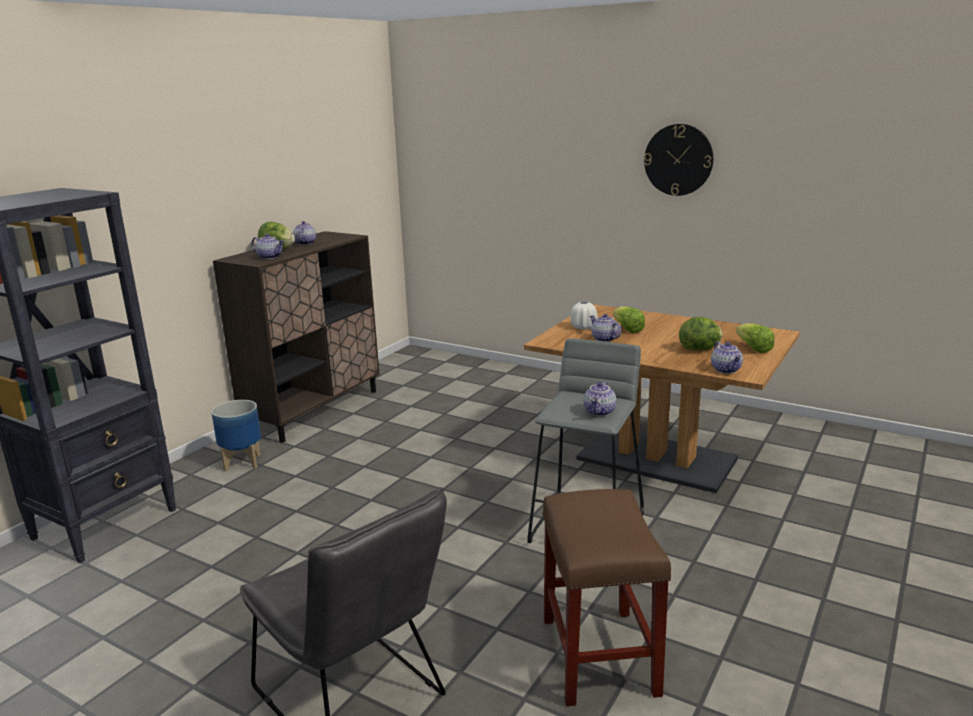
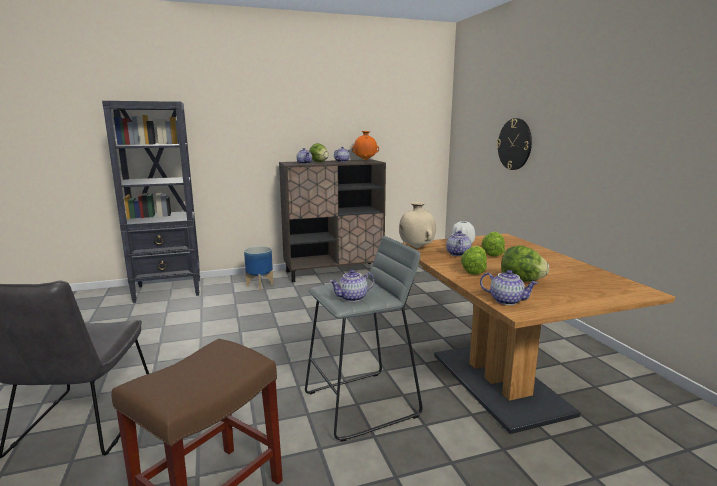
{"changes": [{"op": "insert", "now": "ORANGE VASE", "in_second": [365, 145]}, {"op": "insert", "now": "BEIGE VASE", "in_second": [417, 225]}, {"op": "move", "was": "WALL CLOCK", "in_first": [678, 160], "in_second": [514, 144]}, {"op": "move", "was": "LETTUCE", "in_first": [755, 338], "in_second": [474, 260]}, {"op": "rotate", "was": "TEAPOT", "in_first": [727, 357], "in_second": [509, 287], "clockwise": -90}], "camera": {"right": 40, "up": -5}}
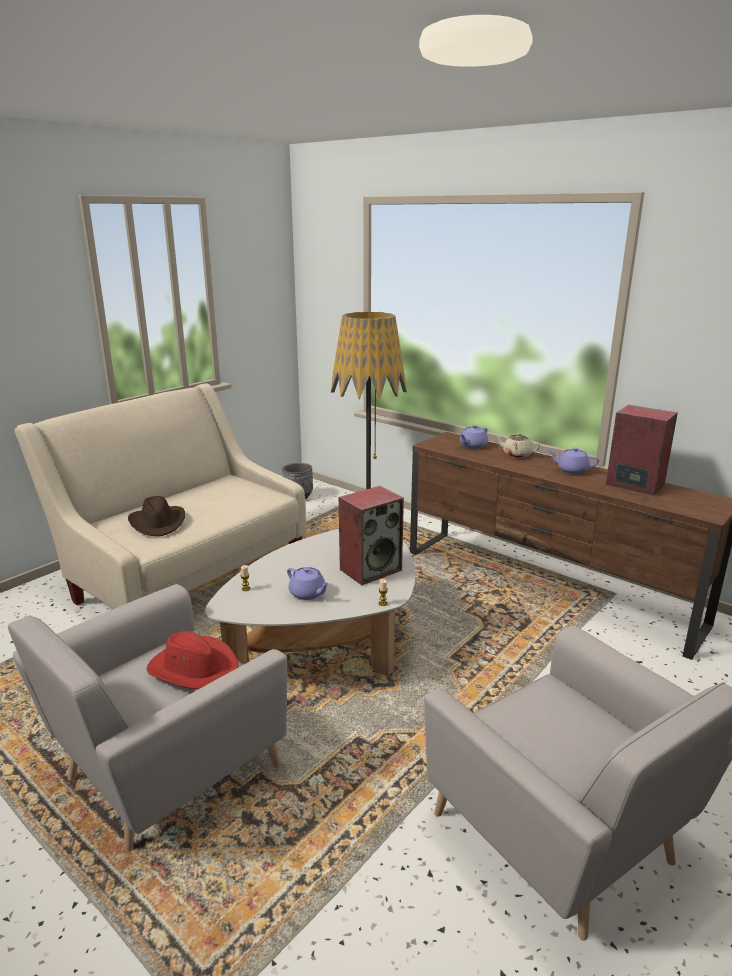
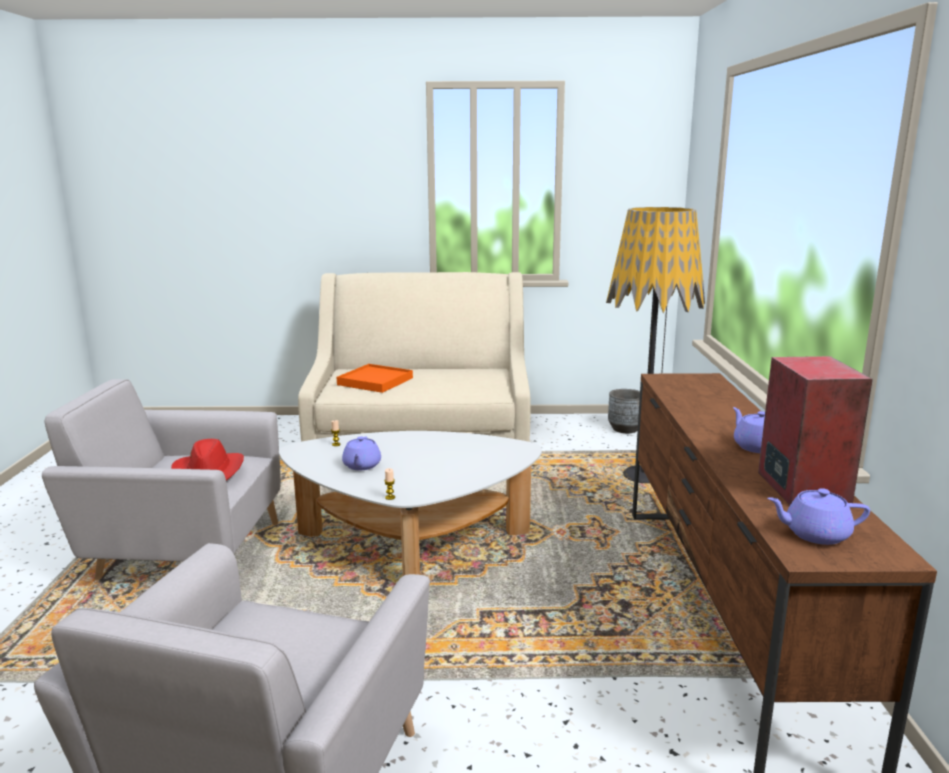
{"changes": [{"op": "delete", "was": "SPEAKER", "in_first": [371, 535]}, {"op": "delete", "was": "BEIGE TEAPOT", "in_first": [517, 445]}, {"op": "move", "was": "PURPLE TEAPOT", "in_first": [474, 437], "in_second": [818, 516]}, {"op": "replace", "was": "BROWN HAT", "now": "ORANGE TRAY", "in_first": [156, 516], "in_second": [375, 378]}], "camera": {"right": 50, "up": -5}}
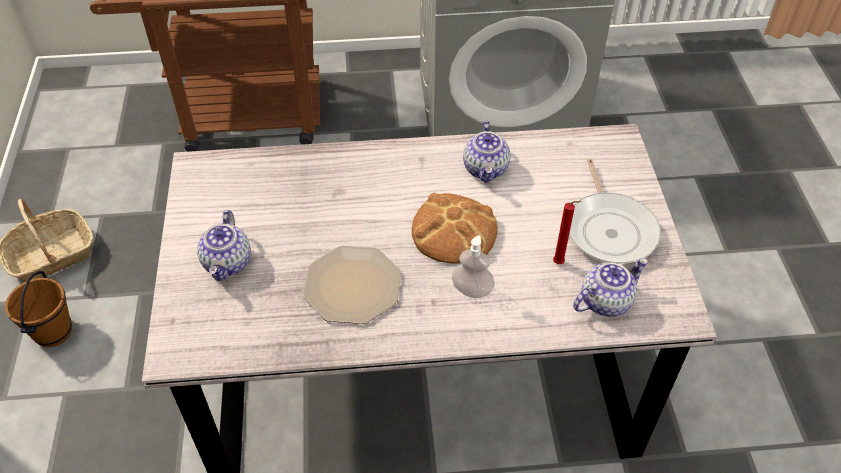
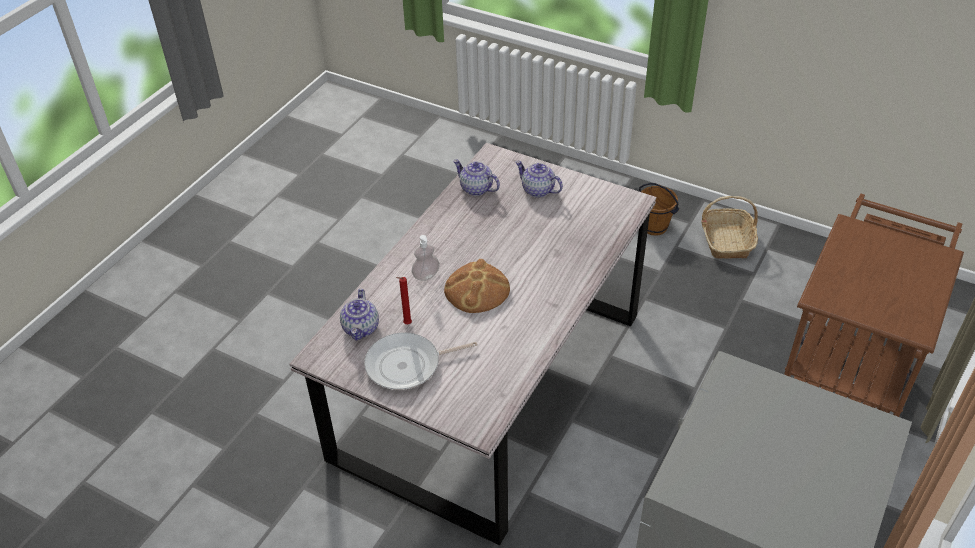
{"changes": [{"op": "delete", "was": "PLATE", "in_first": [351, 285]}, {"op": "move", "was": "TEAPOT", "in_first": [487, 151], "in_second": [476, 177]}, {"op": "rotate", "was": "FRYING PAN", "in_first": [615, 211], "in_second": [421, 361], "clockwise": -45}], "camera": {"right": 125, "up": -5}}
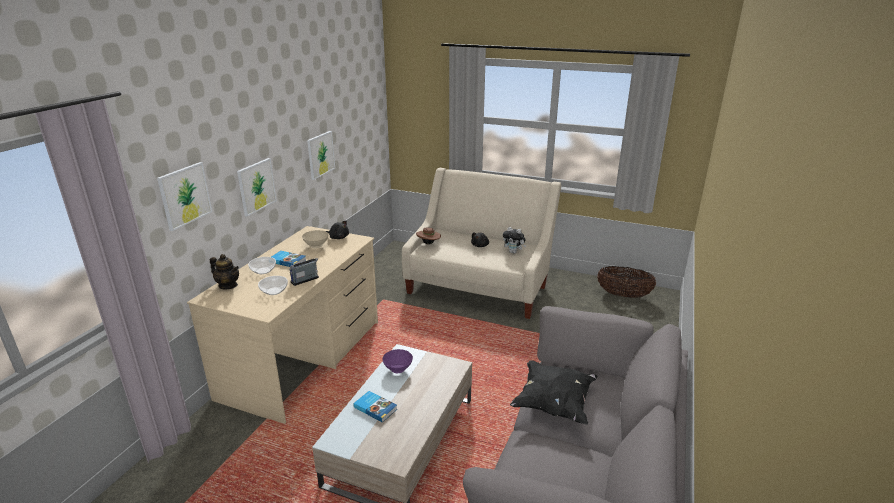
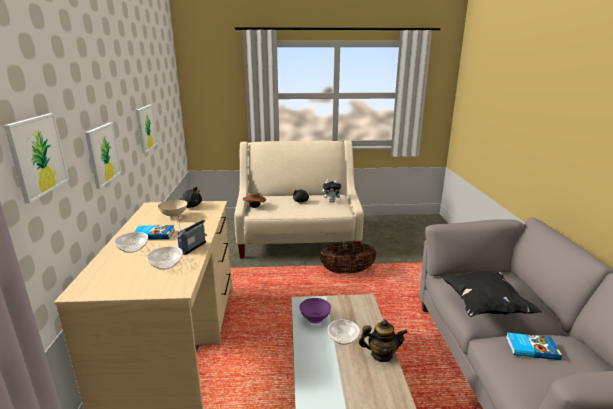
{"changes": [{"op": "insert", "now": "BOWL", "in_second": [344, 332]}, {"op": "move", "was": "TEAPOT", "in_first": [224, 272], "in_second": [383, 340]}, {"op": "move", "was": "BOOK", "in_first": [375, 407], "in_second": [534, 346]}, {"op": "move", "was": "BASKET", "in_first": [626, 282], "in_second": [348, 258]}], "camera": {"right": -25, "up": -5}}
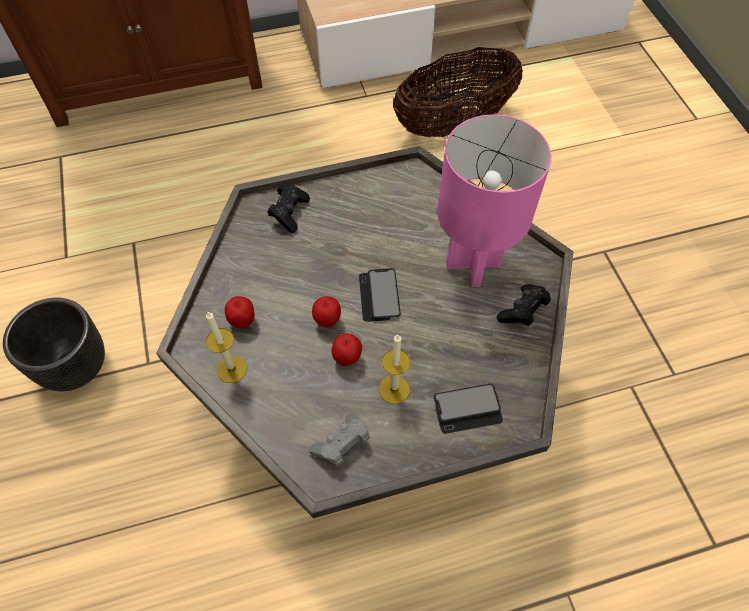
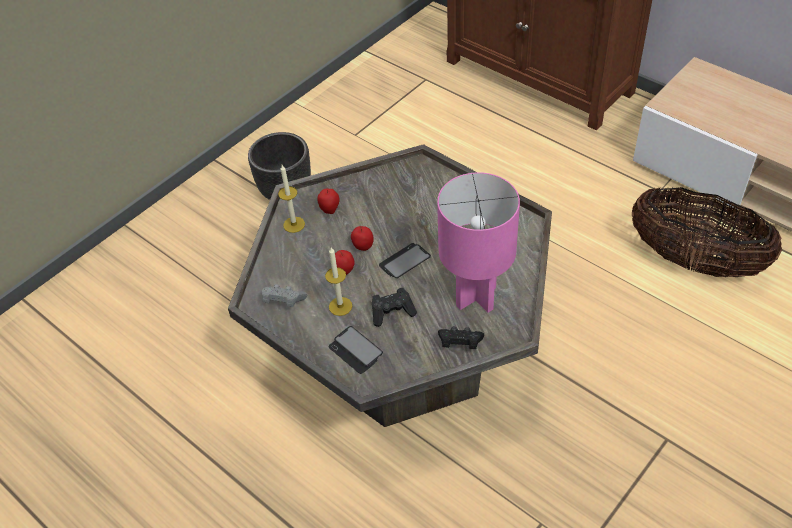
{"changes": [{"op": "move", "was": "BLACK GAME CONTROLLER", "in_first": [288, 208], "in_second": [394, 307]}], "camera": {"right": 60, "up": -10}}
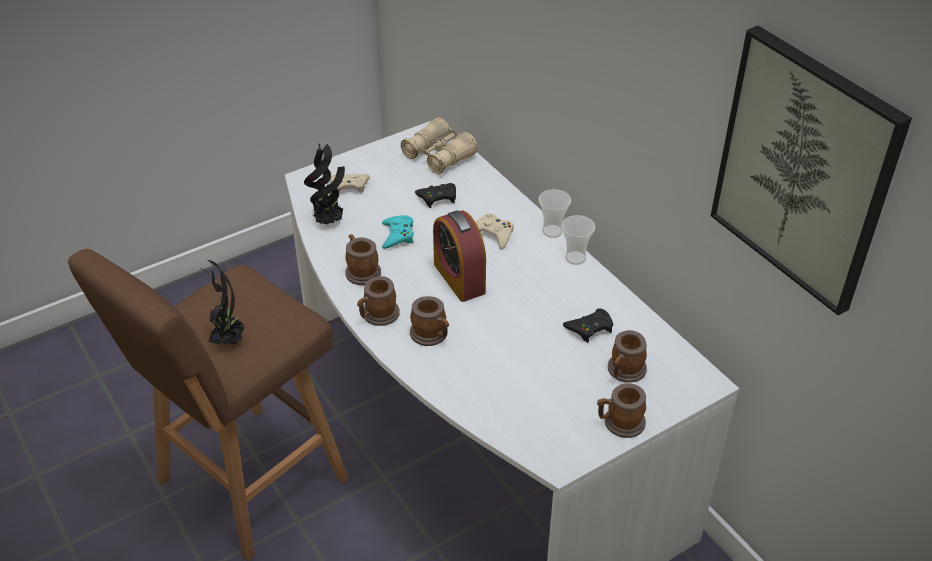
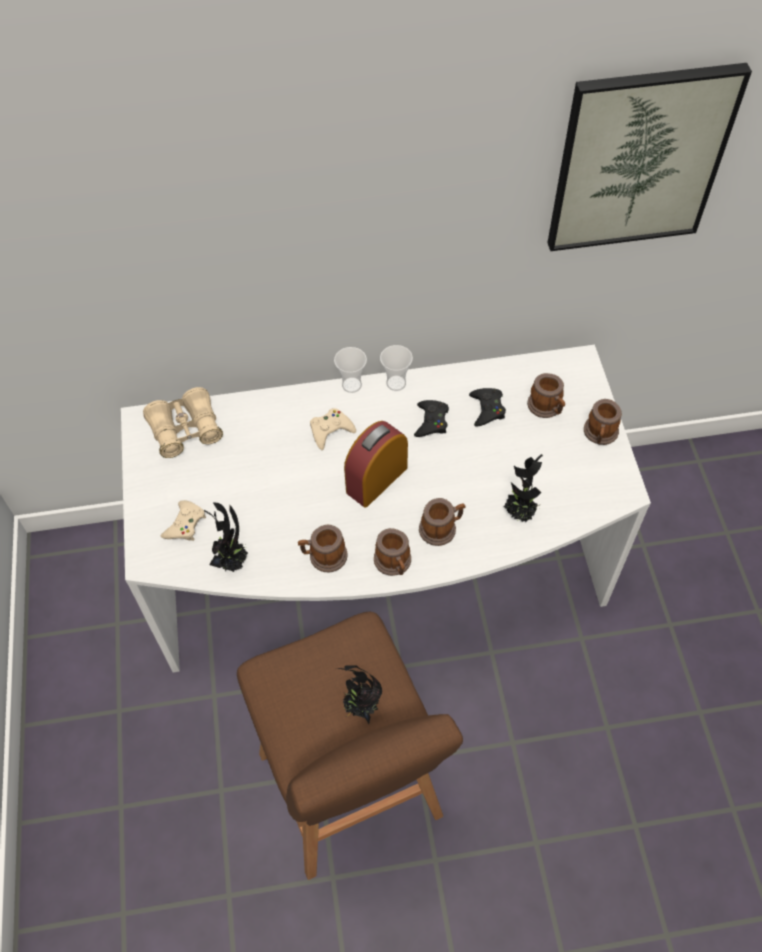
{"changes": [{"op": "delete", "was": "TURQUOISE GAME CONTROLLER", "in_first": [398, 232]}, {"op": "insert", "now": "POTTED PLANT", "in_second": [523, 488]}, {"op": "move", "was": "BLACK GAME CONTROLLER", "in_first": [435, 195], "in_second": [431, 418]}, {"op": "rotate", "was": "ALARM CLOCK", "in_first": [459, 256], "in_second": [376, 464], "clockwise": 135}], "camera": {"right": -65, "up": 15}}
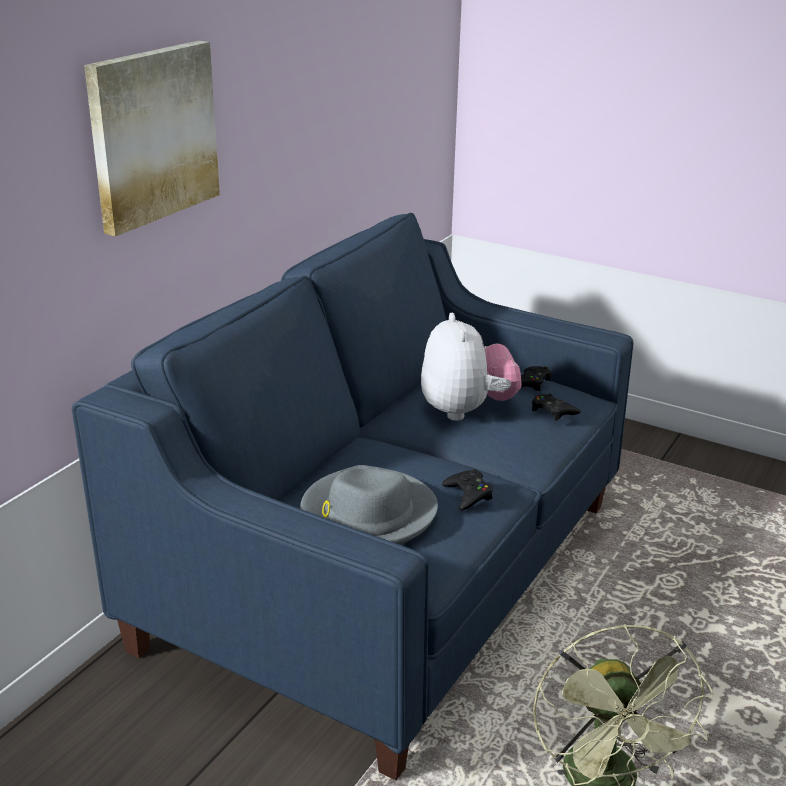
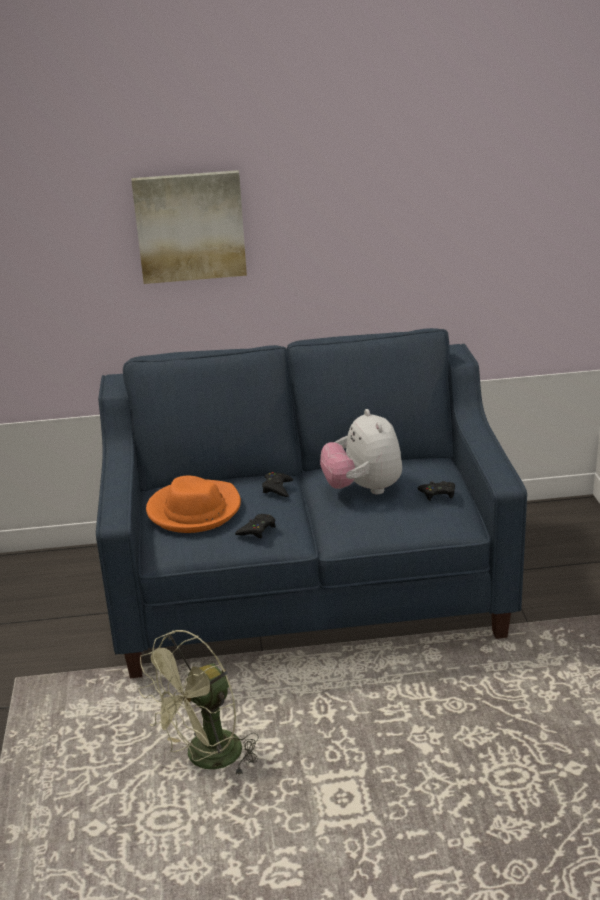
{"changes": [{"op": "move", "was": "BLACK GAME CONTROLLER", "in_first": [556, 407], "in_second": [277, 484]}, {"op": "recolor", "was": "GREY HAT", "now": "ORANGE HAT", "in_first": [369, 505], "in_second": [193, 504]}, {"op": "rotate", "was": "PLUSH TOY", "in_first": [471, 367], "in_second": [361, 451], "clockwise": 120}], "camera": {"right": 55, "up": 0}}
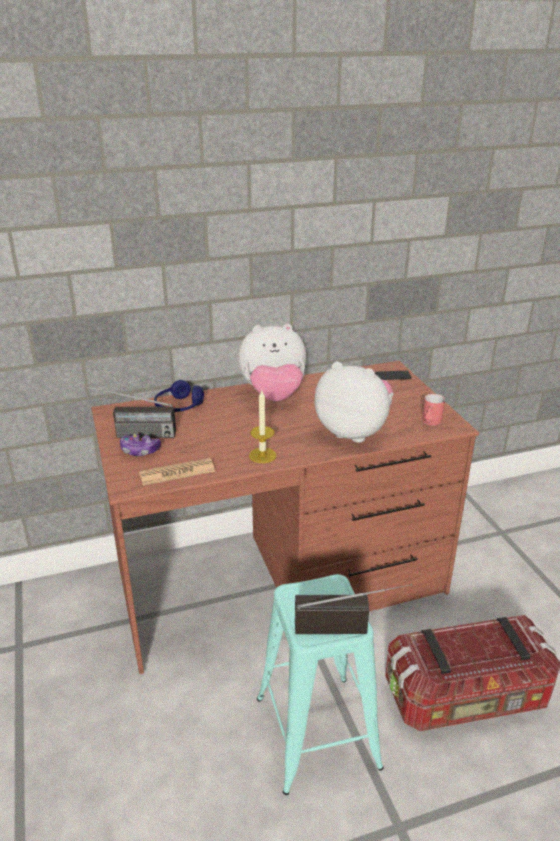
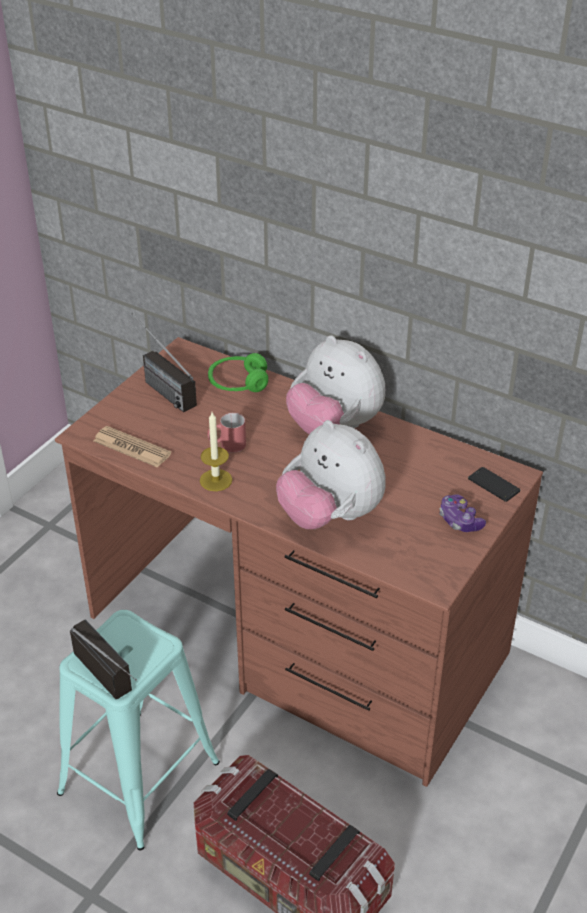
{"changes": [{"op": "move", "was": "GAME CONTROLLER", "in_first": [140, 445], "in_second": [462, 513]}, {"op": "move", "was": "RED MUG", "in_first": [433, 410], "in_second": [226, 433]}, {"op": "recolor", "was": "BLUE HEADPHONES", "now": "GREEN HEADPHONES", "in_first": [179, 396], "in_second": [238, 372]}, {"op": "rotate", "was": "PLUSH TOY", "in_first": [354, 402], "in_second": [331, 474], "clockwise": 150}], "camera": {"right": 50, "up": 10}}
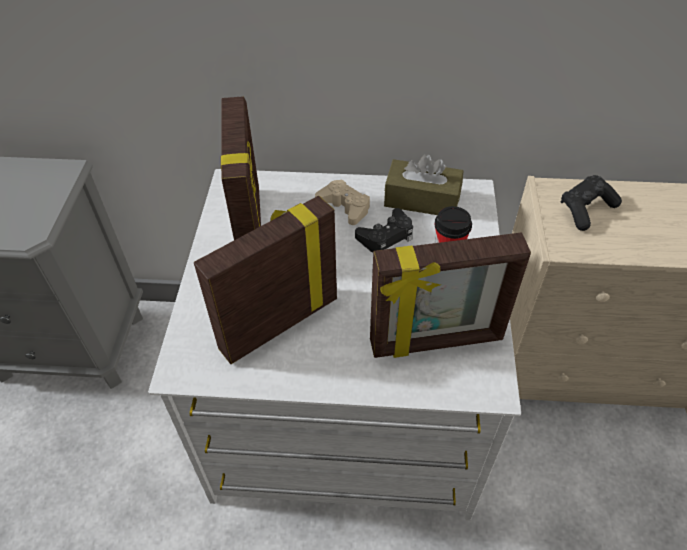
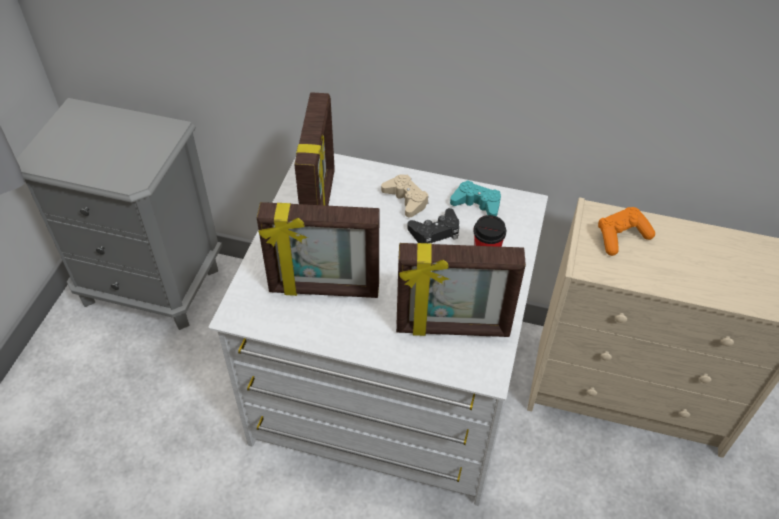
{"changes": [{"op": "replace", "was": "BROWN TISSUE BOX", "now": "TURQUOISE GAME CONTROLLER", "in_first": [423, 184], "in_second": [475, 198]}, {"op": "recolor", "was": "BLACK GAME CONTROLLER", "now": "ORANGE GAME CONTROLLER", "in_first": [591, 203], "in_second": [626, 231]}, {"op": "rotate", "was": "PICTURE FRAME", "in_first": [265, 280], "in_second": [318, 250], "clockwise": -150}], "camera": {"right": 10, "up": 0}}
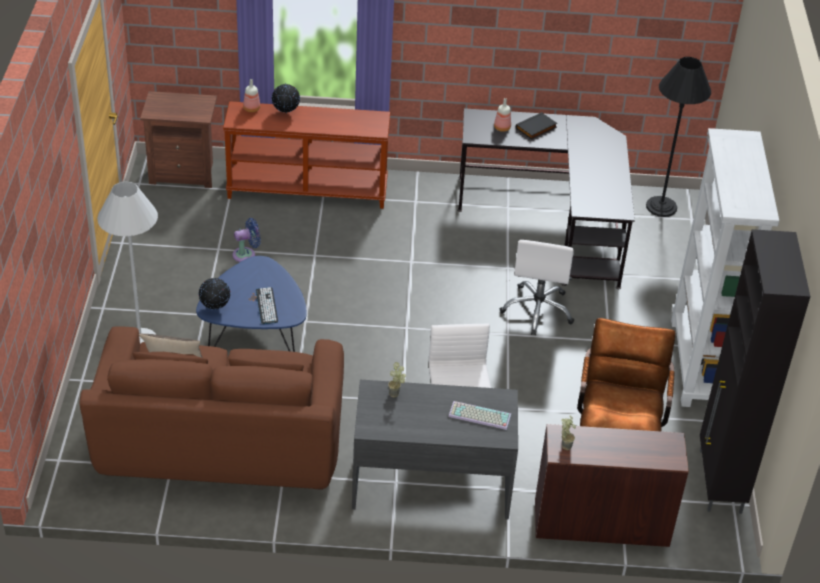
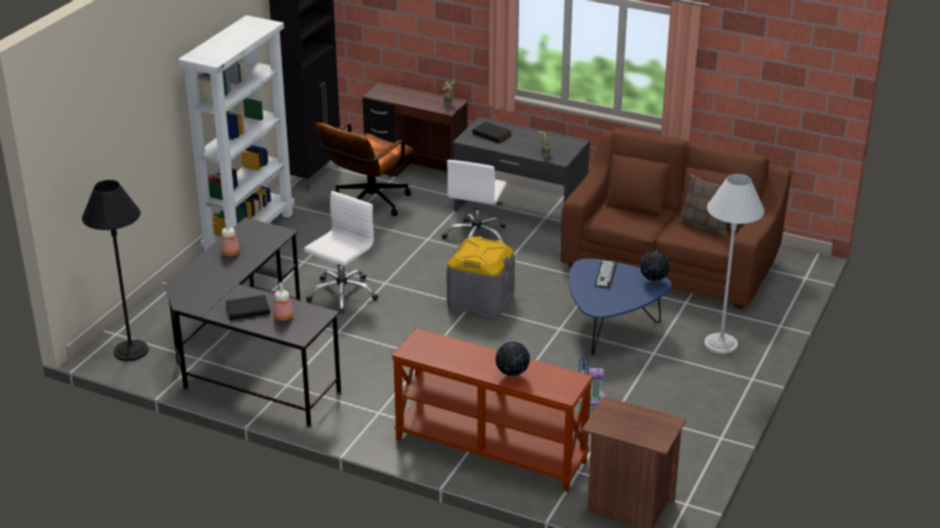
{"changes": [{"op": "insert", "now": "GREY STORAGE BOX", "in_second": [480, 277]}, {"op": "move", "was": "BOTTLE", "in_first": [251, 95], "in_second": [230, 238]}, {"op": "replace", "was": "KEYBOARD", "now": "BLACK BOOK", "in_first": [479, 415], "in_second": [492, 132]}], "camera": {"right": -155, "up": -10}}
